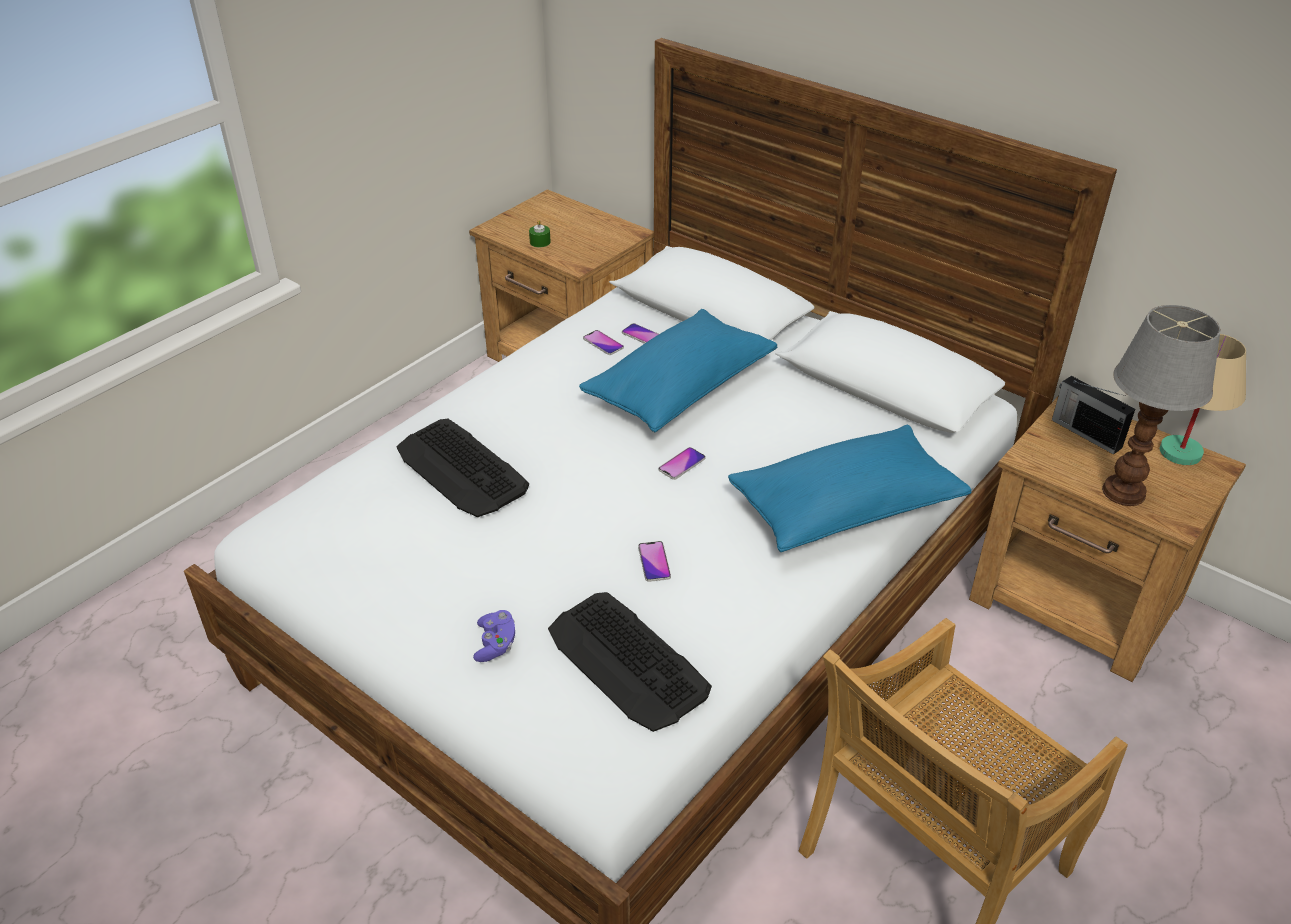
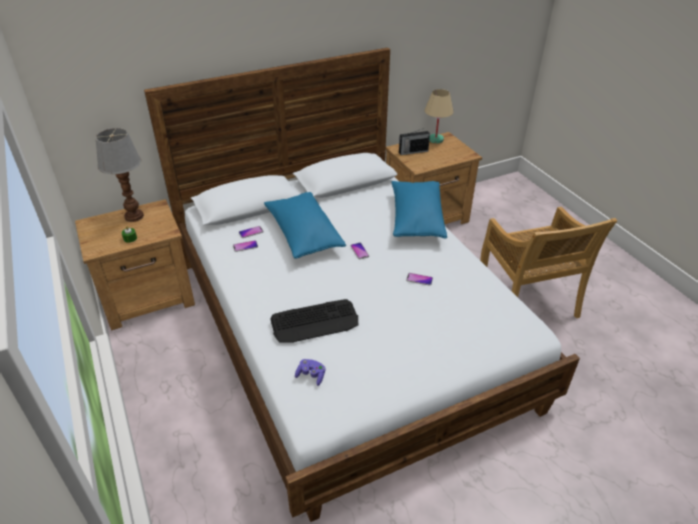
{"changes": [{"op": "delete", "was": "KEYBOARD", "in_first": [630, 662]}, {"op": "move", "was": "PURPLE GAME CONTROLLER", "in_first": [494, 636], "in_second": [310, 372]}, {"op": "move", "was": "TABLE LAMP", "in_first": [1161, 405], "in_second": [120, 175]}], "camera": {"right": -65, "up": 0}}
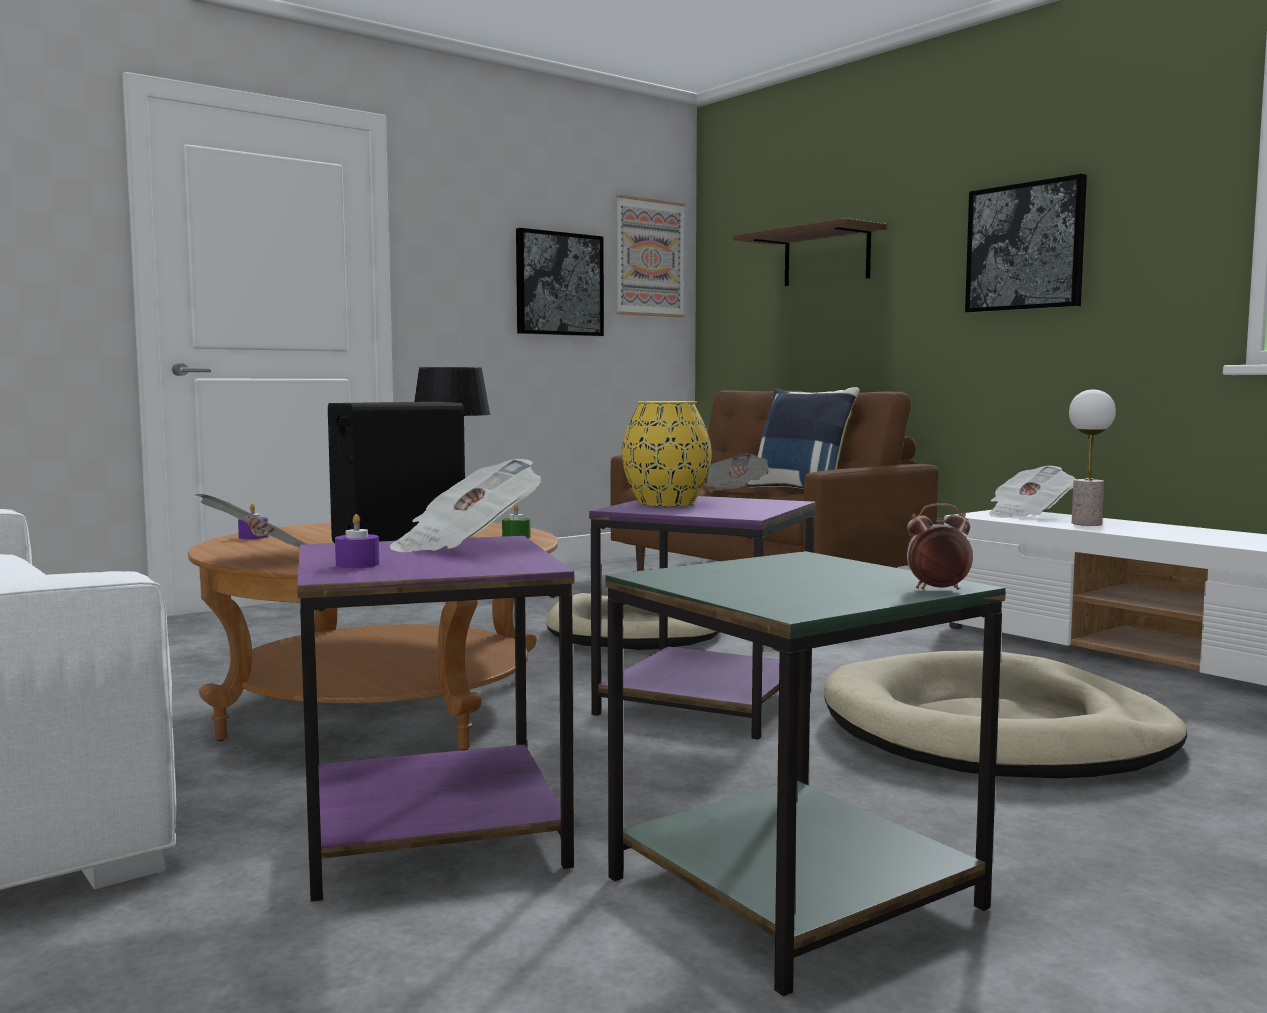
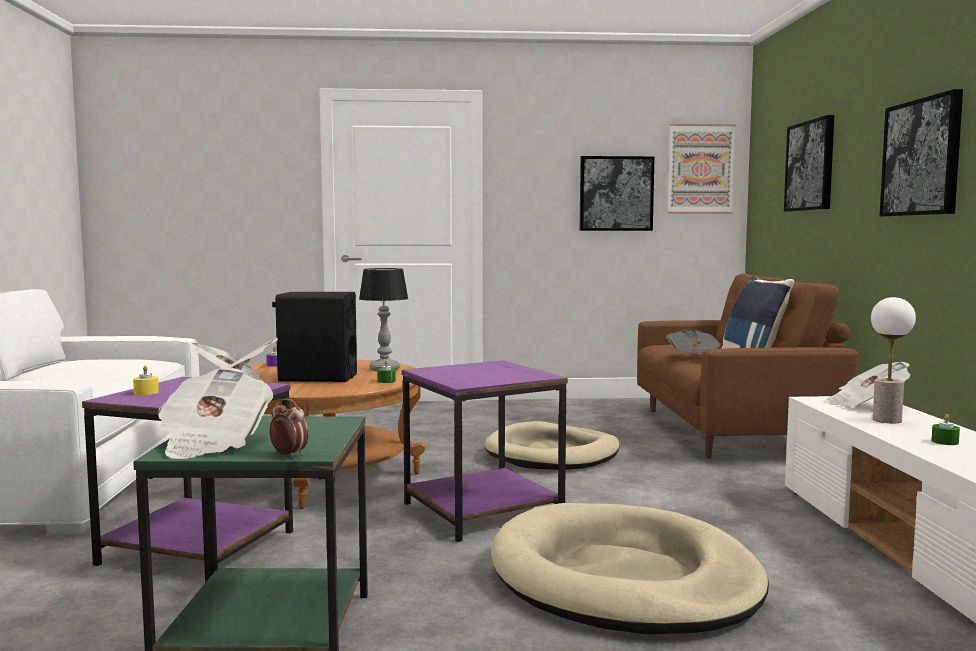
{"changes": [{"op": "delete", "was": "YELLOW VASE", "in_first": [667, 453]}, {"op": "insert", "now": "NEWSPAPER", "in_second": [215, 413]}, {"op": "insert", "now": "GREEN CANDLE", "in_second": [945, 429]}, {"op": "replace", "was": "BROWN SHELF", "now": "PICTURE", "in_first": [810, 252], "in_second": [809, 163]}, {"op": "recolor", "was": "PURPLE CANDLE", "now": "YELLOW CANDLE", "in_first": [357, 541], "in_second": [146, 380]}], "camera": {"right": 35, "up": 0}}
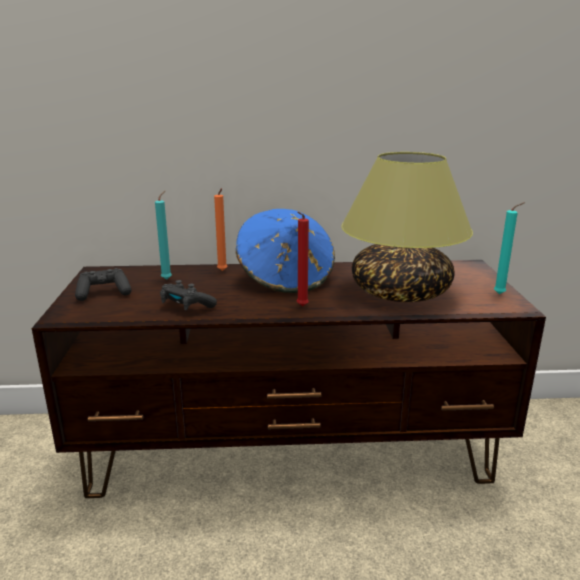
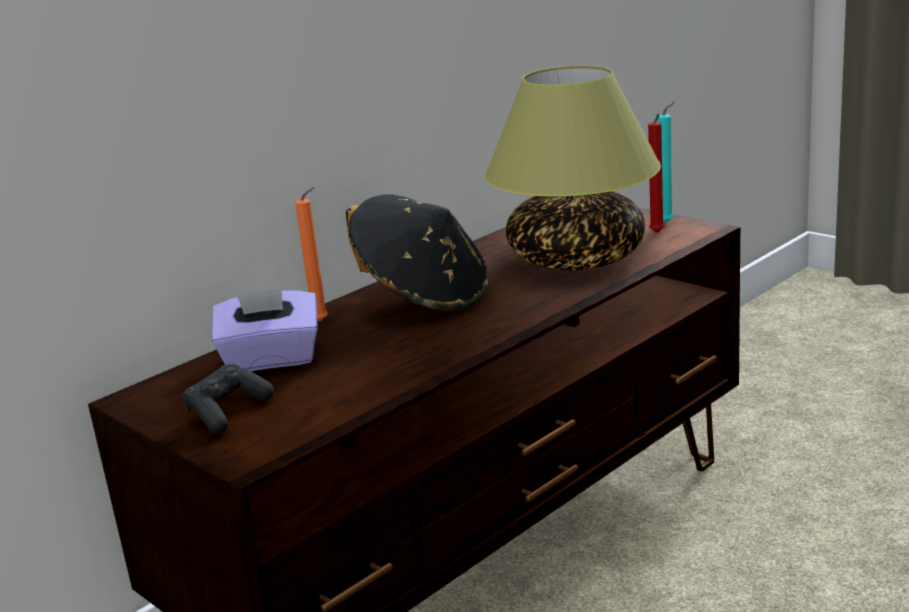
{"changes": [{"op": "delete", "was": "BLACK GAME CONTROLLER", "in_first": [188, 295]}, {"op": "move", "was": "RED CANDLE", "in_first": [303, 259], "in_second": [656, 173]}, {"op": "replace", "was": "TURQUOISE CANDLE", "now": "PURPLE TISSUE BOX", "in_first": [163, 235], "in_second": [265, 329]}, {"op": "recolor", "was": "BLUE HAT", "now": "BLACK HAT", "in_first": [285, 251], "in_second": [417, 252]}], "camera": {"right": -40, "up": 0}}
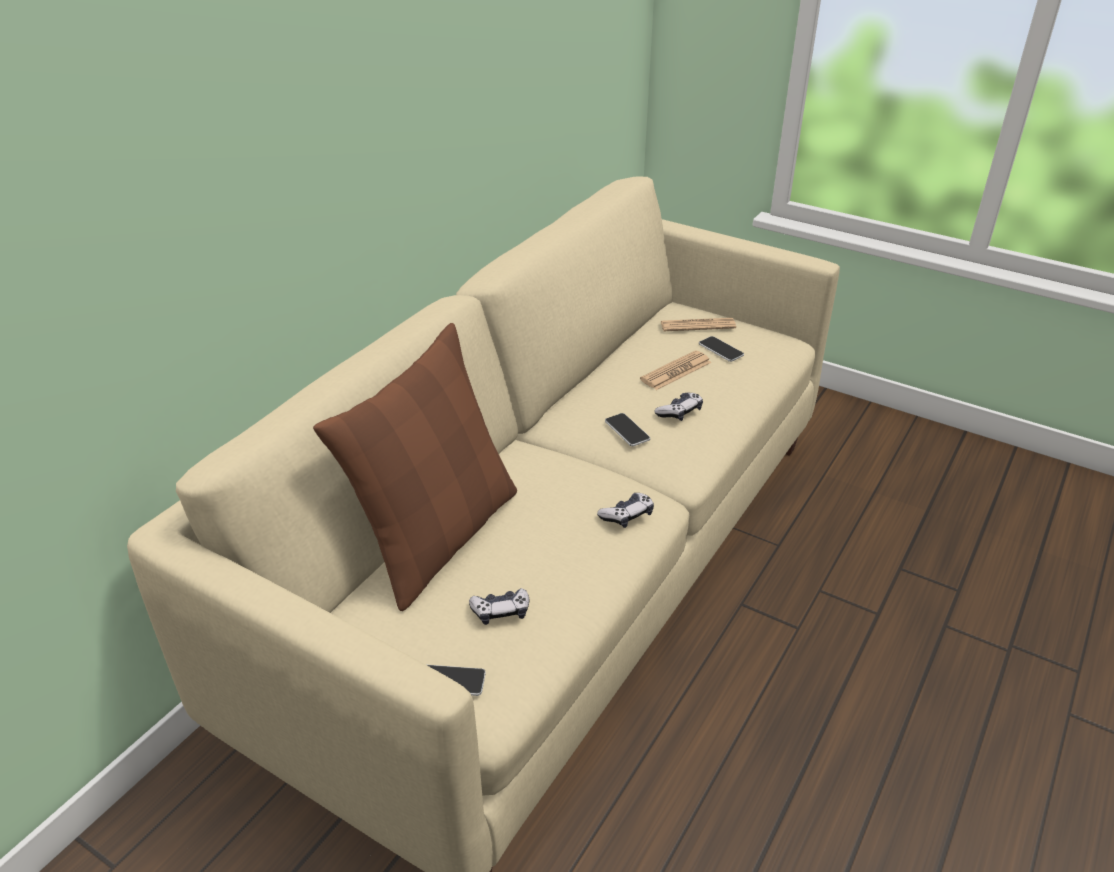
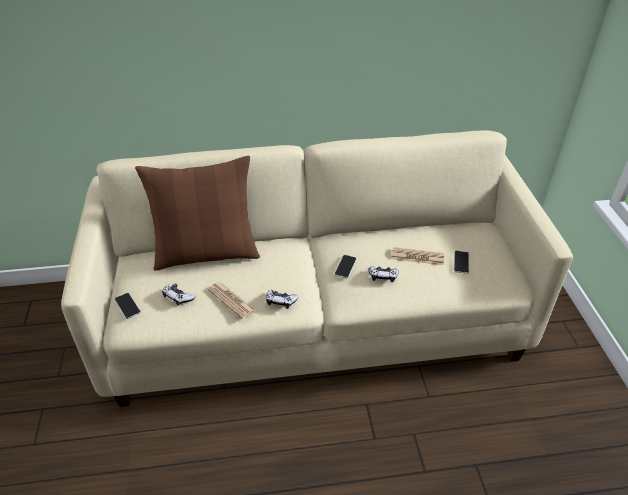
{"changes": [{"op": "move", "was": "NEWSPAPER", "in_first": [698, 324], "in_second": [231, 300]}], "camera": {"right": 50, "up": 5}}
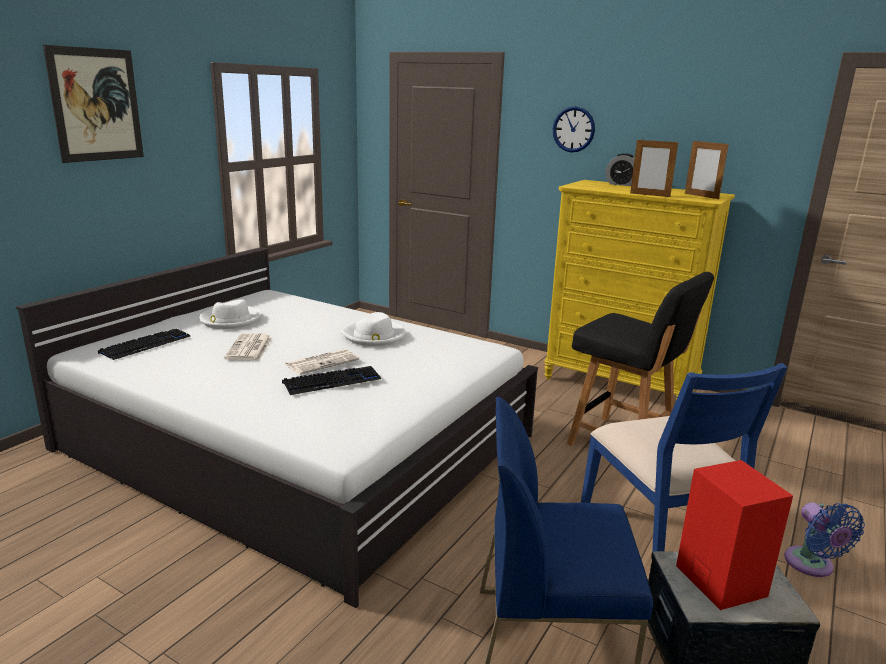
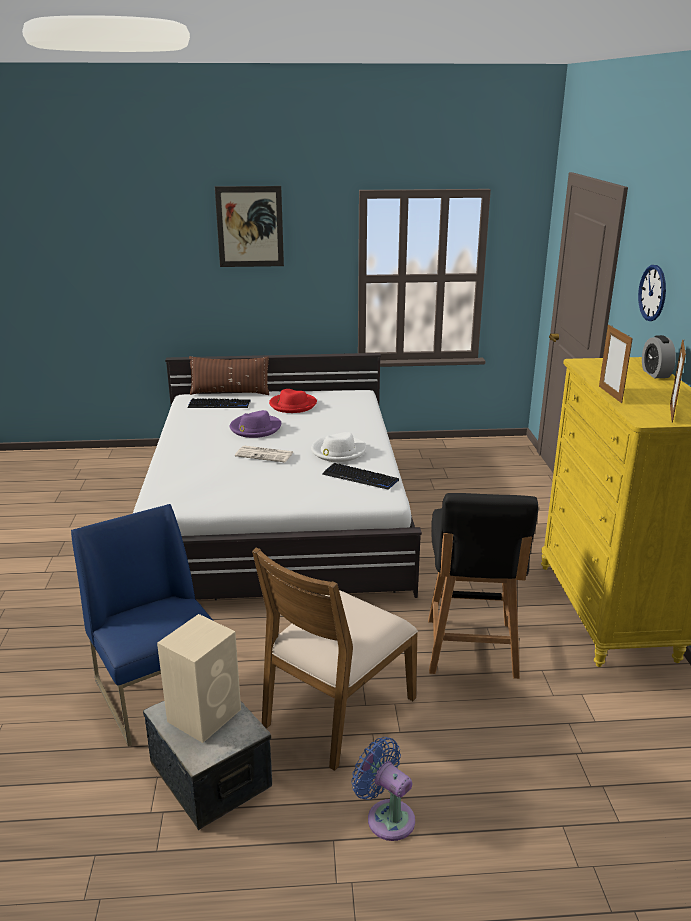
{"changes": [{"op": "insert", "now": "BROWN PILLOW", "in_second": [229, 375]}, {"op": "move", "was": "KEYBOARD", "in_first": [331, 380], "in_second": [360, 476]}, {"op": "replace", "was": "NEWSPAPER", "now": "PURPLE HAT", "in_first": [248, 347], "in_second": [255, 424]}, {"op": "recolor", "was": "WHITE HAT", "now": "RED HAT", "in_first": [230, 314], "in_second": [293, 401]}, {"op": "recolor", "was": "BLUE CHAIR", "now": "BROWN CHAIR", "in_first": [684, 457], "in_second": [335, 659]}, {"op": "recolor", "was": "RED SPEAKER", "now": "BEIGE SPEAKER", "in_first": [734, 535], "in_second": [199, 678]}, {"op": "rotate", "was": "BLUE FAN", "in_first": [824, 539], "in_second": [383, 789], "clockwise": 90}], "camera": {"right": 55, "up": 5}}
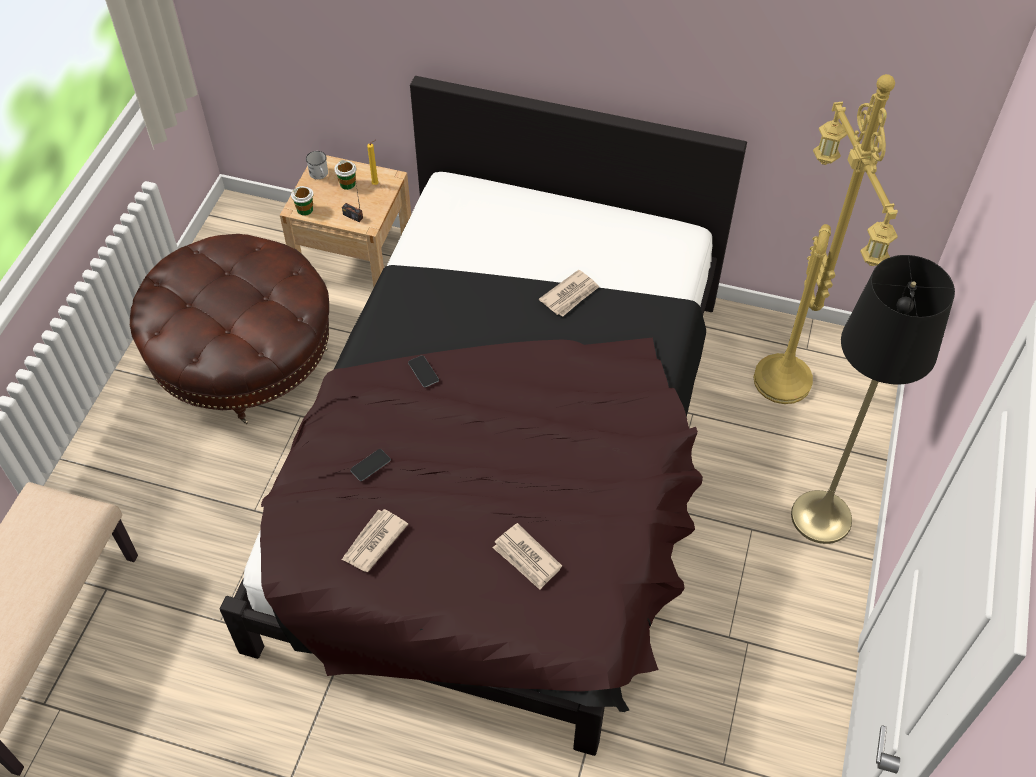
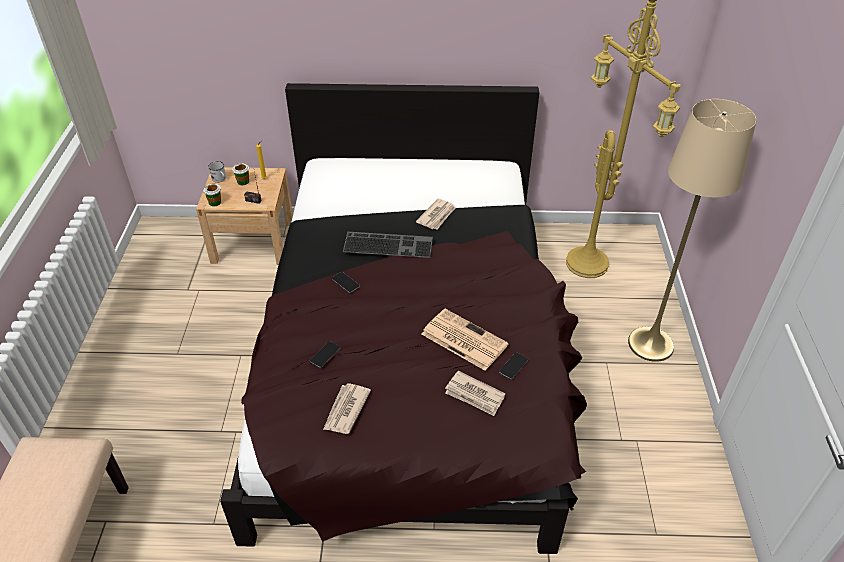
{"changes": [{"op": "delete", "was": "BROWN OTTOMAN", "in_first": [229, 329]}, {"op": "insert", "now": "KEYBOARD", "in_second": [388, 245]}, {"op": "insert", "now": "NEWSPAPER", "in_second": [465, 340]}, {"op": "insert", "now": "PHONE", "in_second": [513, 365]}, {"op": "recolor", "was": "BLACK FLOOR LAMP", "now": "BEIGE FLOOR LAMP", "in_first": [873, 399], "in_second": [692, 230]}], "camera": {"right": -15, "up": -10}}
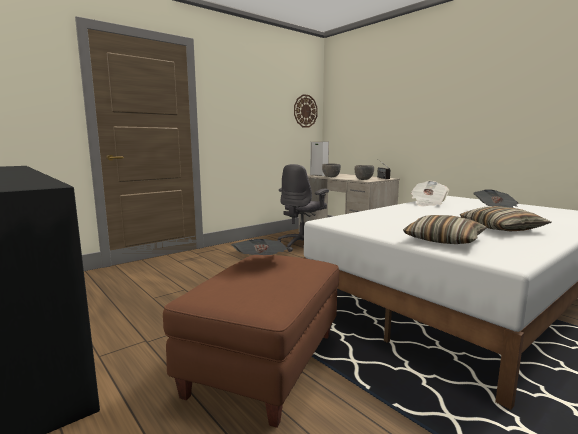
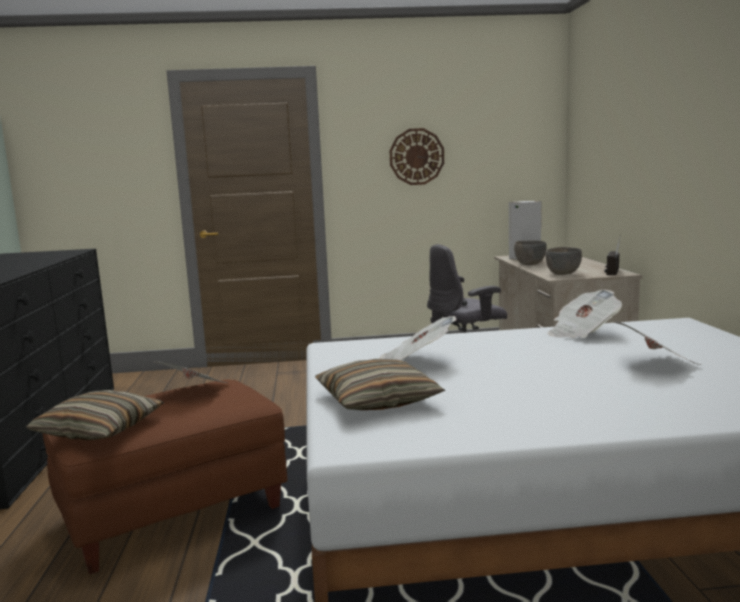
{"changes": [{"op": "insert", "now": "NEWSPAPER", "in_second": [418, 338]}, {"op": "move", "was": "WALL CLOCK", "in_first": [306, 111], "in_second": [416, 156]}, {"op": "move", "was": "PILLOW", "in_first": [506, 218], "in_second": [95, 415]}], "camera": {"right": 35, "up": 0}}
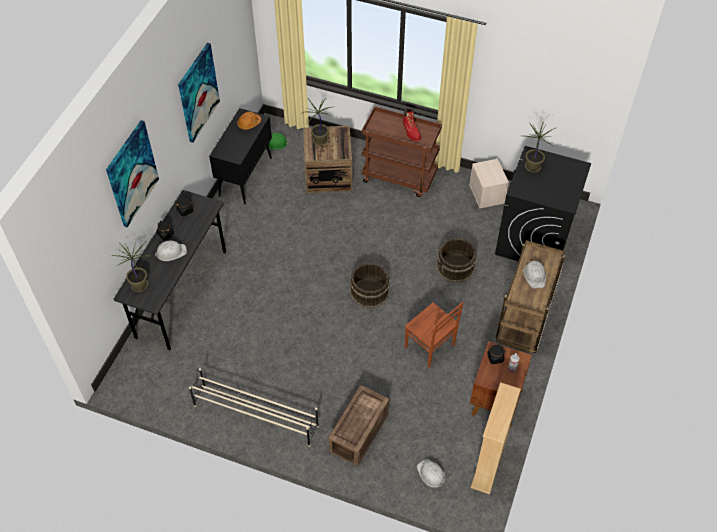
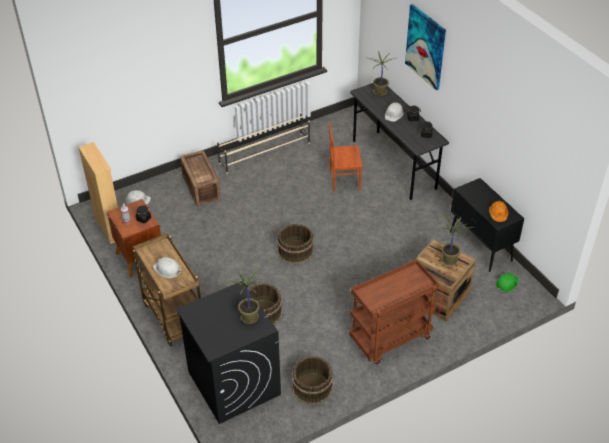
{"changes": [{"op": "delete", "was": "PICTURE", "in_first": [199, 93]}, {"op": "delete", "was": "RED BOOT", "in_first": [412, 124]}, {"op": "move", "was": "BROWN CHAIR", "in_first": [434, 335], "in_second": [346, 157]}, {"op": "replace", "was": "BEIGE STORAGE BOX", "now": "BROWN BUCKET", "in_first": [489, 184], "in_second": [312, 380]}], "camera": {"right": 130, "up": -10}}
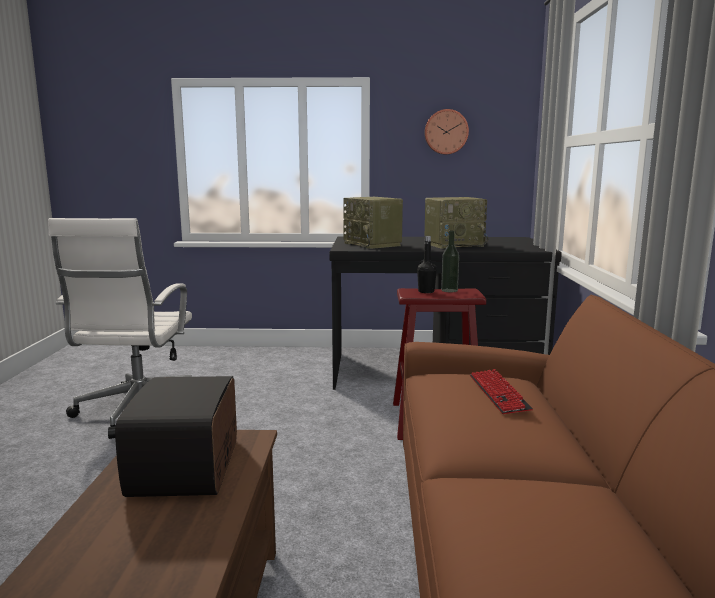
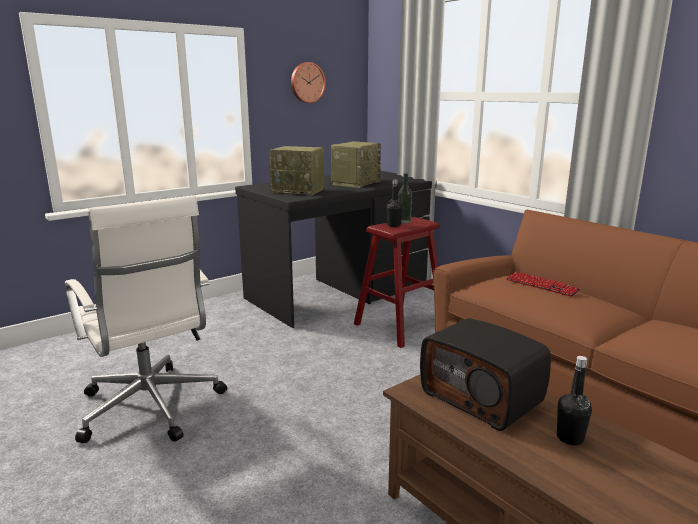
{"changes": [{"op": "insert", "now": "BLACK BOTTLE", "in_second": [574, 401]}], "camera": {"right": -40, "up": 5}}
